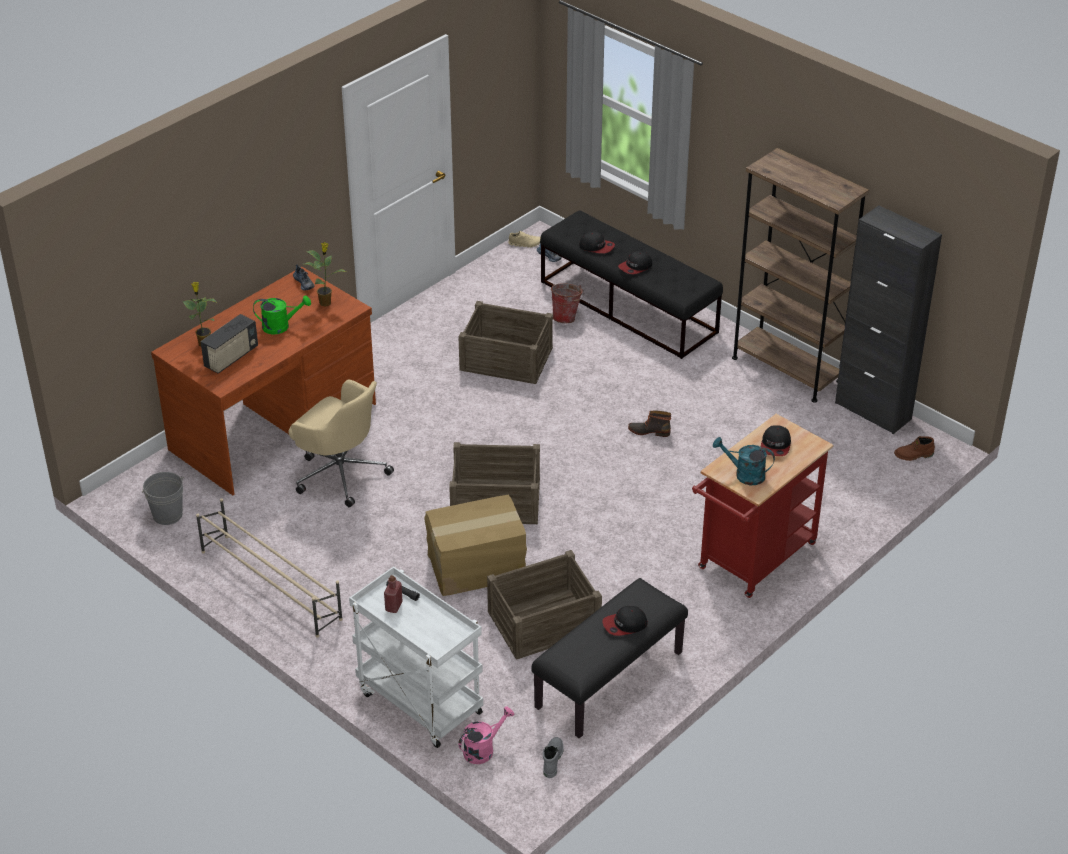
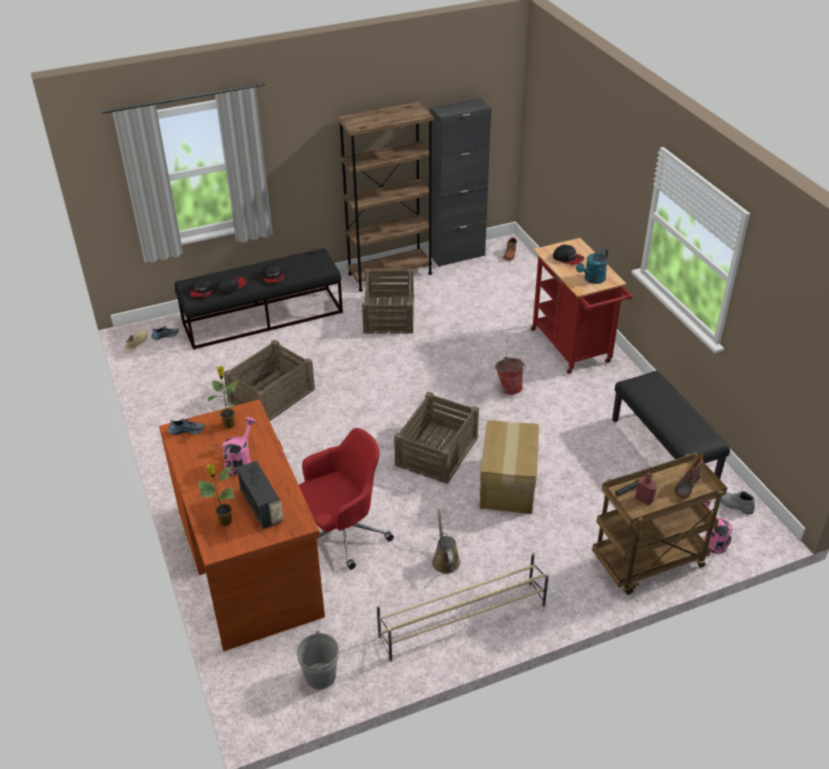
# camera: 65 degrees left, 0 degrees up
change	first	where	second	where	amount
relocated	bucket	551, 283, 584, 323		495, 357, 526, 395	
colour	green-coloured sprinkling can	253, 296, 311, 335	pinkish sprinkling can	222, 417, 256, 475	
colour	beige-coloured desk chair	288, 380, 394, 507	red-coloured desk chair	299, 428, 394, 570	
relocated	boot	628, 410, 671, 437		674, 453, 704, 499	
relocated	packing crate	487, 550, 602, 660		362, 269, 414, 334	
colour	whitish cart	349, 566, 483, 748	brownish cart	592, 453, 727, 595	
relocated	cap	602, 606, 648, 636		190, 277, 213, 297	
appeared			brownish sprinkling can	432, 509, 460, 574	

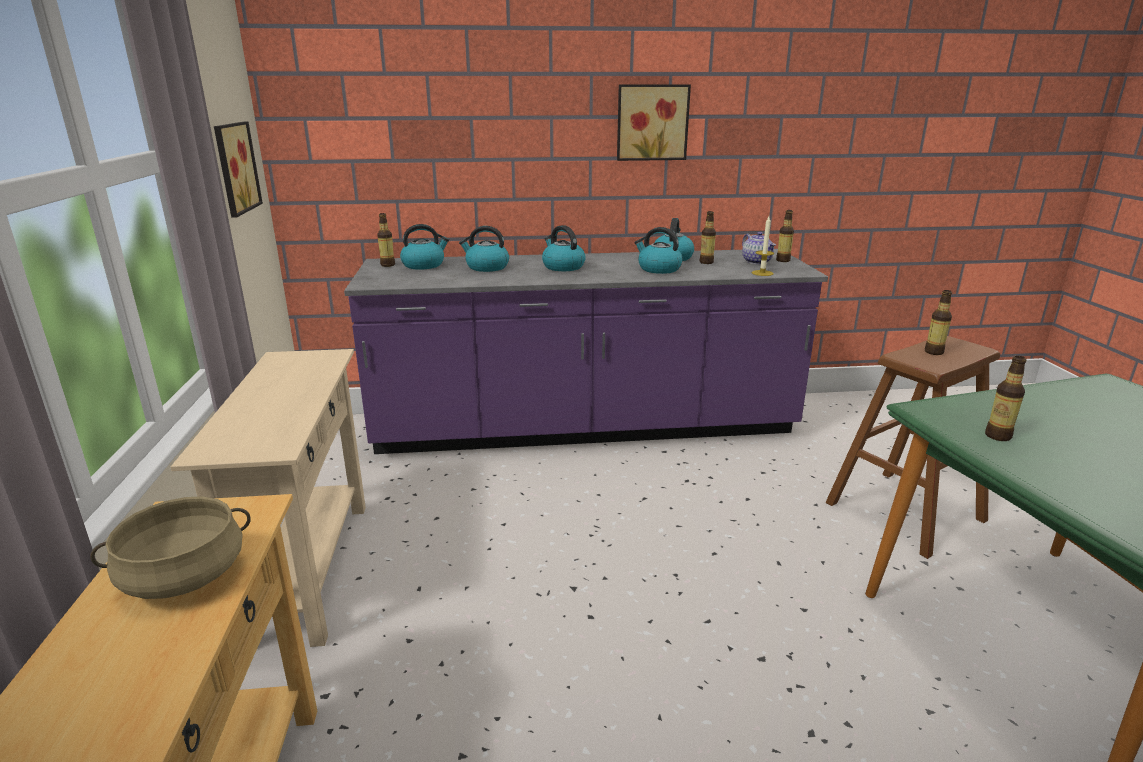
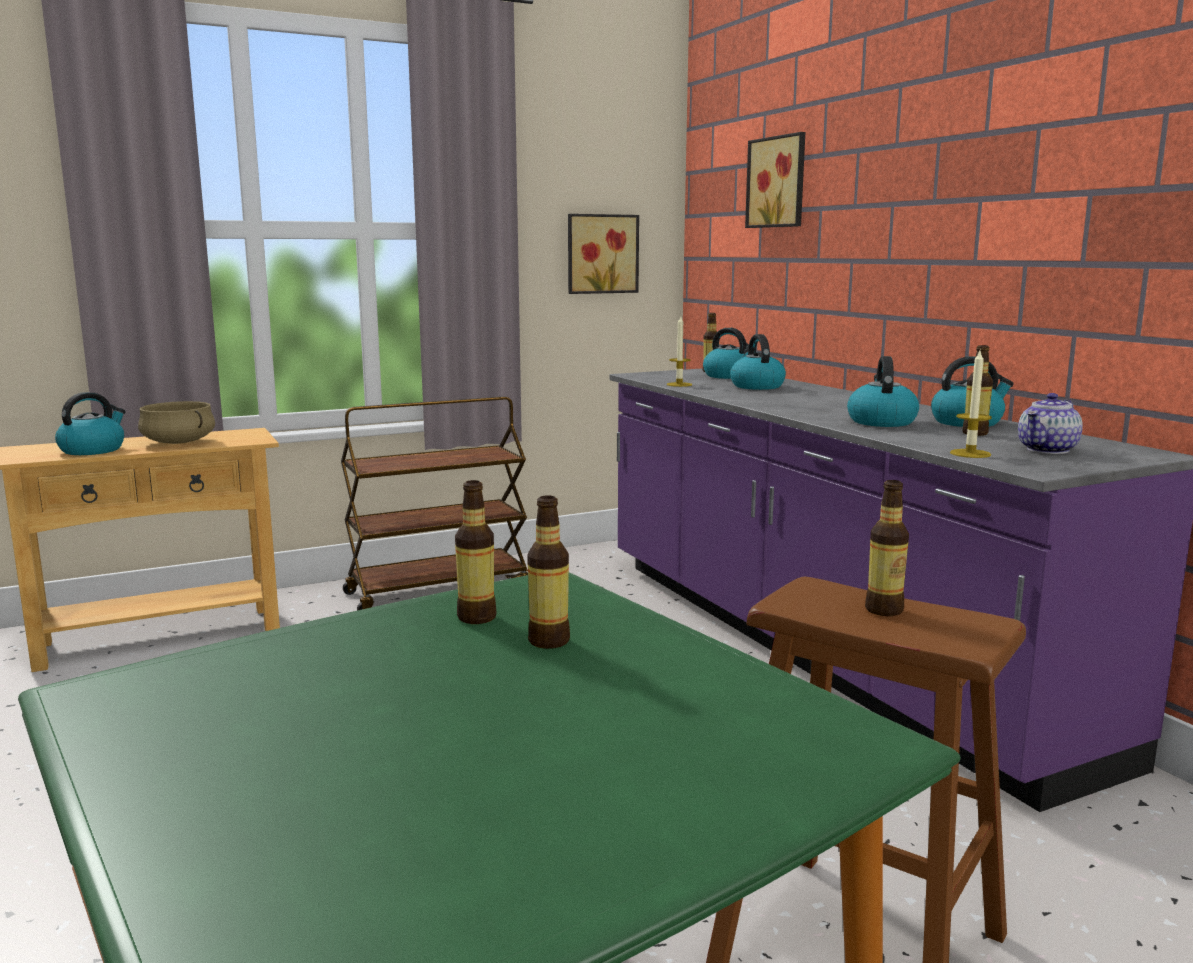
# camera: 70 degrees right, 10 degrees down
change	first	where	second	where	amount
relocated	wall picture	617, 84, 691, 161		745, 132, 805, 228	
relocated	beverage bottle	776, 210, 794, 262		527, 495, 570, 649	
relocated	tea kettle	542, 225, 586, 271		55, 392, 126, 455	
exchanged	beige-coloured hall table	171, 349, 366, 647	brownish cart	341, 396, 528, 610	
appeared			candle	667, 316, 692, 387	

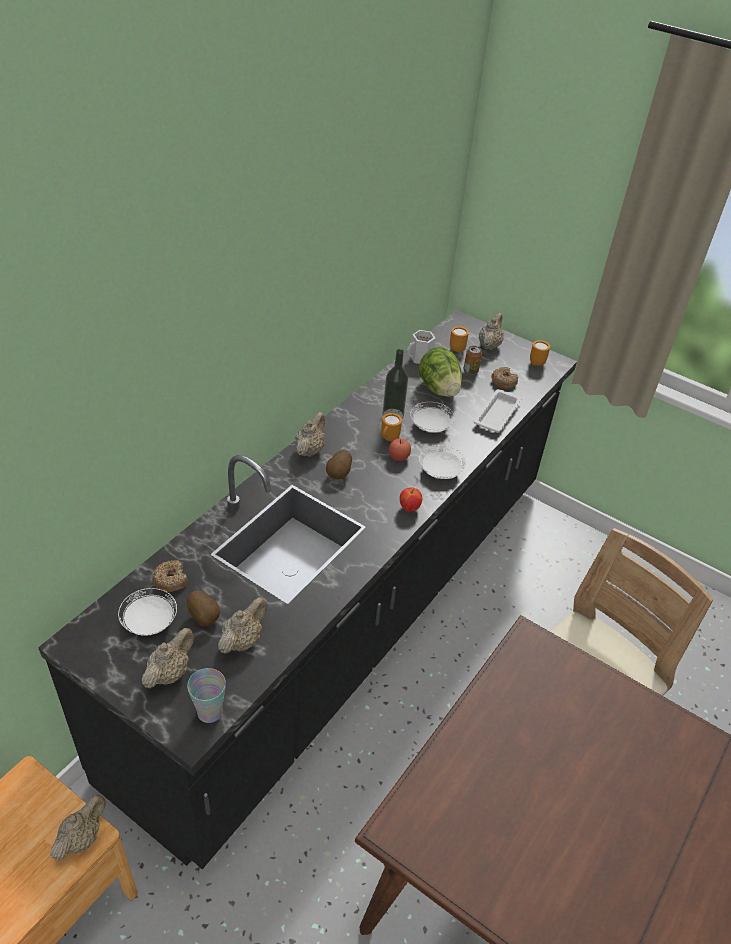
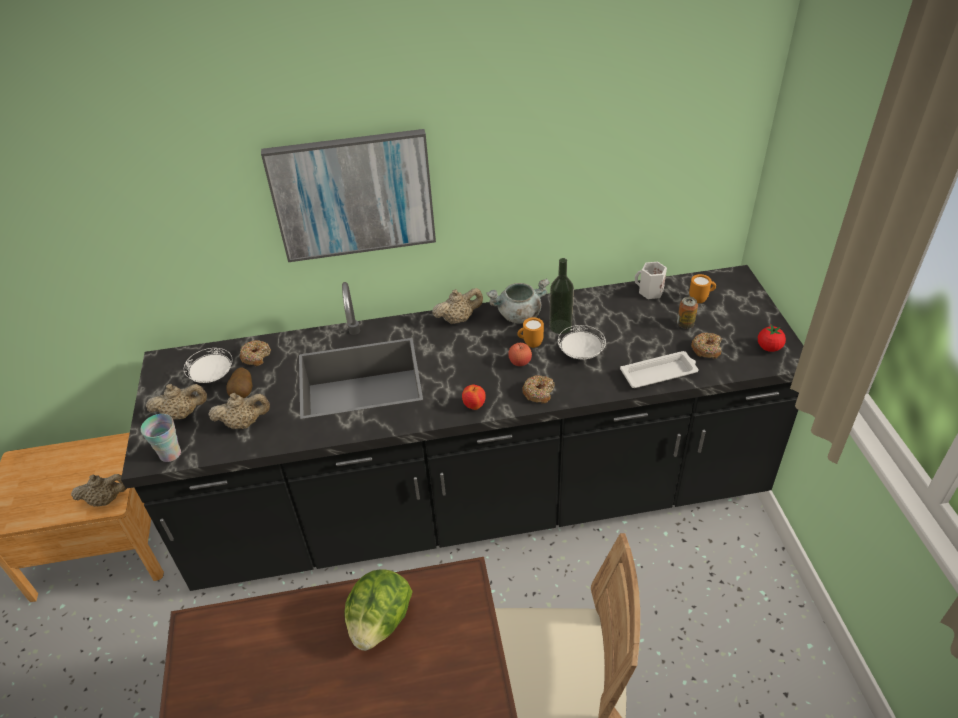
# camera: 50 degrees right, 0 degrees up
change	first	where	second	where	amount
missing	beige-coloured teapot	479, 313, 504, 350			
exchanged	orangey mug	530, 340, 550, 366	fresh tomato	758, 325, 786, 352	
relocated	lettuce	418, 347, 462, 397		344, 569, 413, 651	
exchanged	whitish dinner plate	419, 445, 466, 479	doughnut	522, 375, 555, 404	
missing	whole potato	326, 450, 352, 479			
appeared			wall picture	261, 129, 436, 262	
appeared			grey stockpot	486, 278, 550, 324	

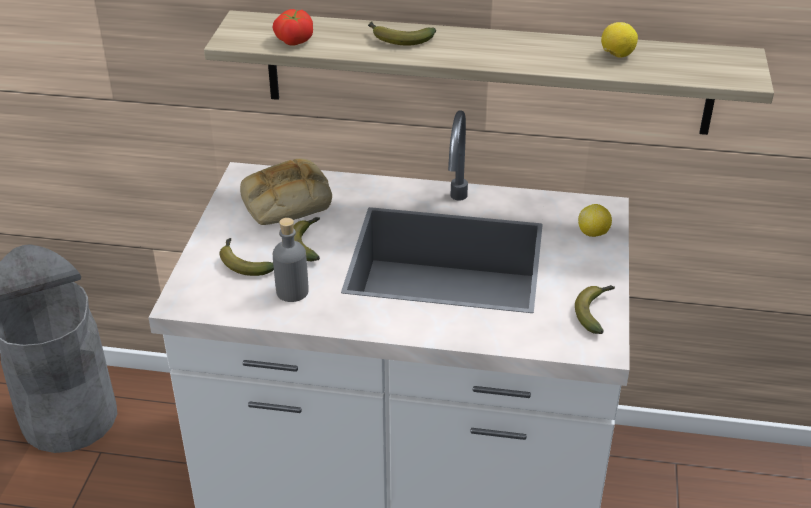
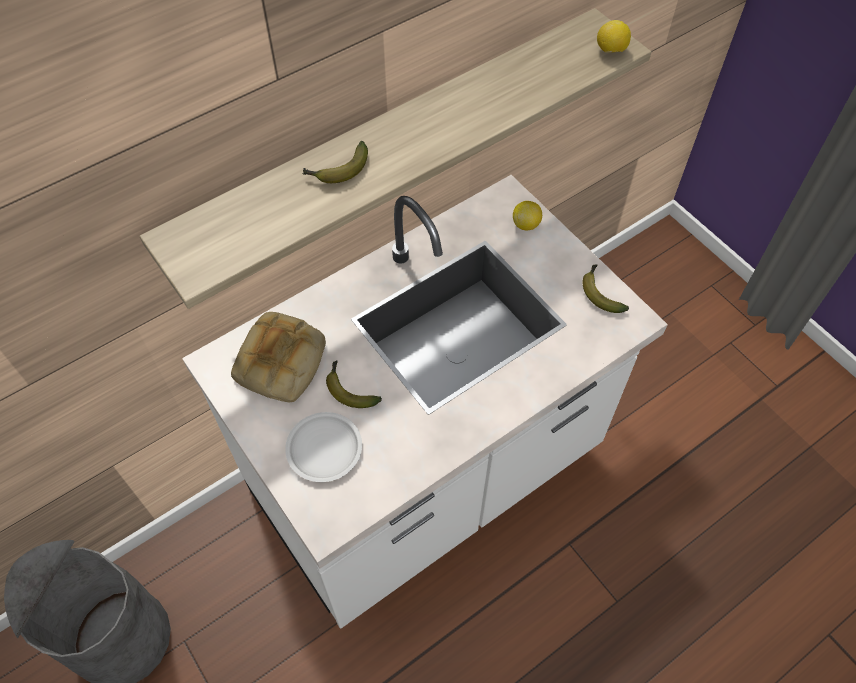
# camera: 45 degrees left, 20 degrees up
change	first	where	second	where	amount
missing	fresh tomato	273, 9, 313, 46			
relocated	lemon	601, 22, 638, 58		597, 20, 631, 53	
missing	grey beverage bottle	273, 218, 309, 302			
exchanged	whole banana	219, 238, 274, 276	whitish dinner plate	285, 412, 362, 482	

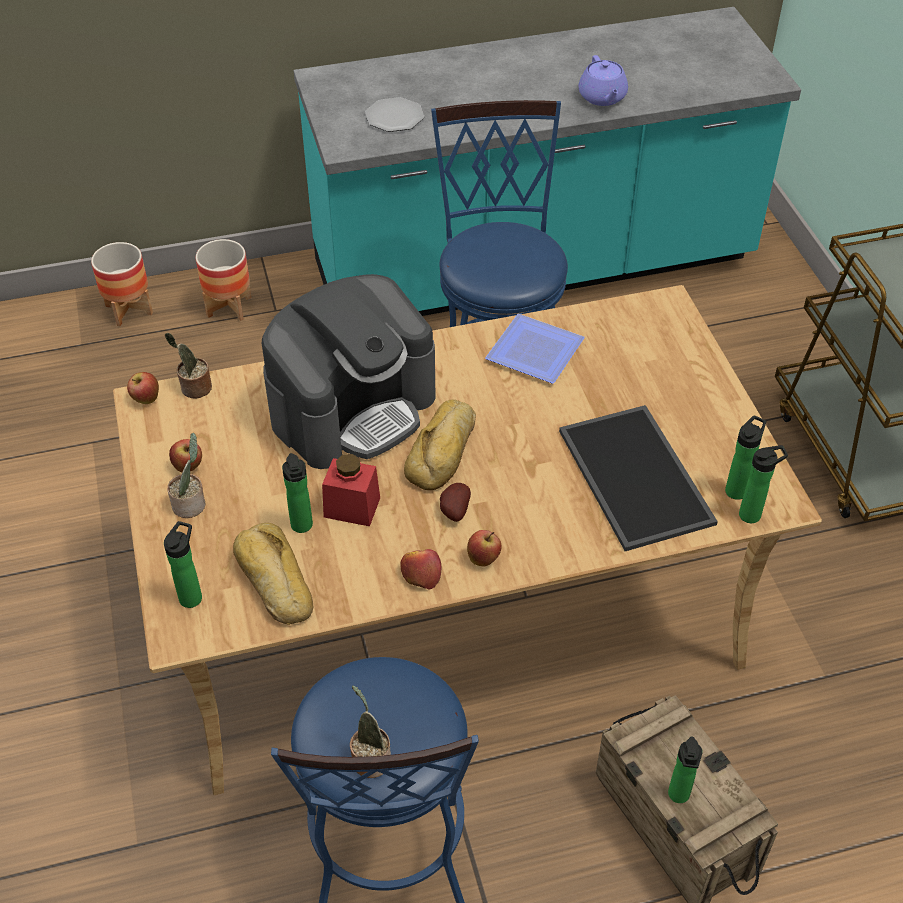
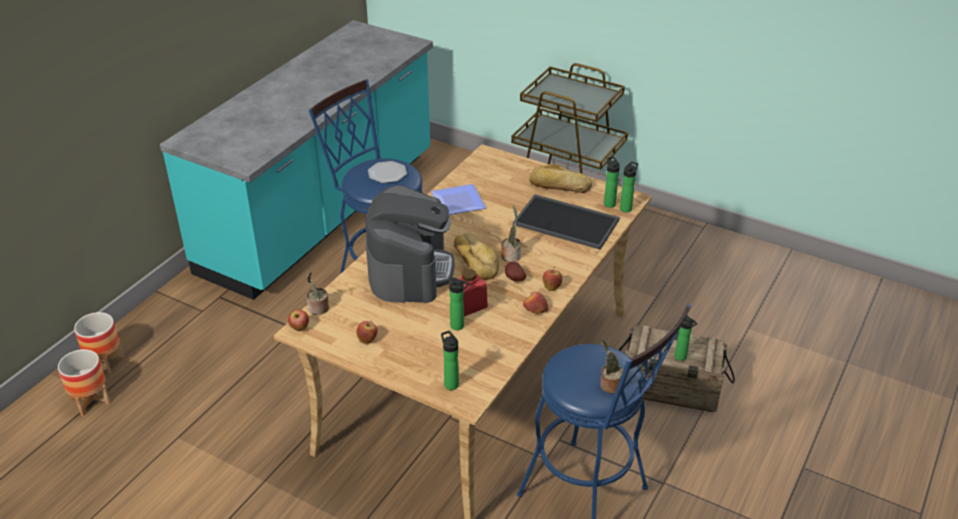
# camera: 45 degrees left, 10 degrees down
change	first	where	second	where	amount
missing	purple-coloured teapot	579, 55, 628, 106			
relocated	dinner plate	365, 97, 424, 132		368, 161, 407, 183	
relocated	plant pot	196, 239, 252, 321		58, 349, 111, 416	
relocated	houseplant	167, 433, 205, 518		501, 205, 521, 262	
relocated	bakery bread	233, 523, 313, 625		529, 164, 592, 193	

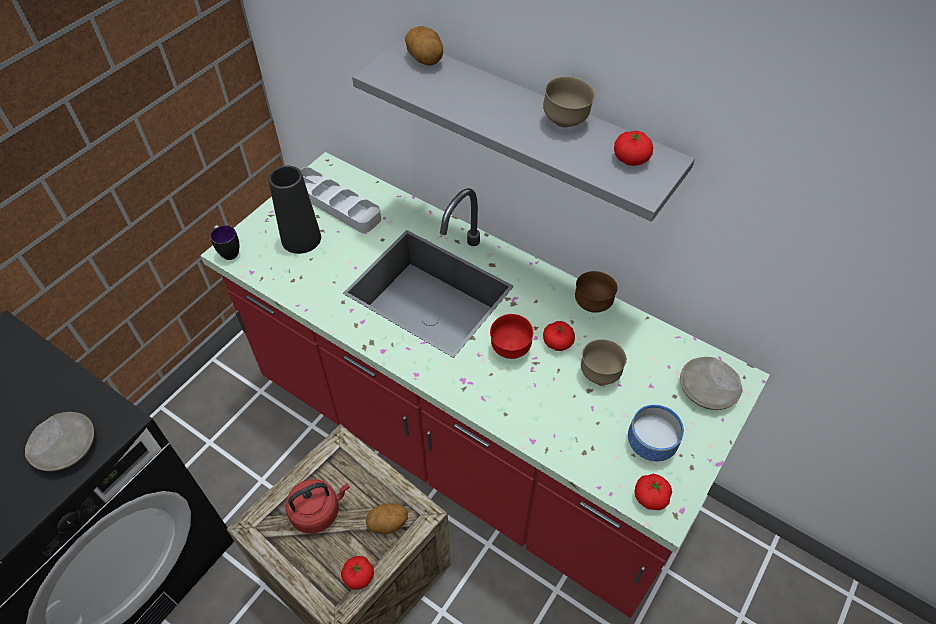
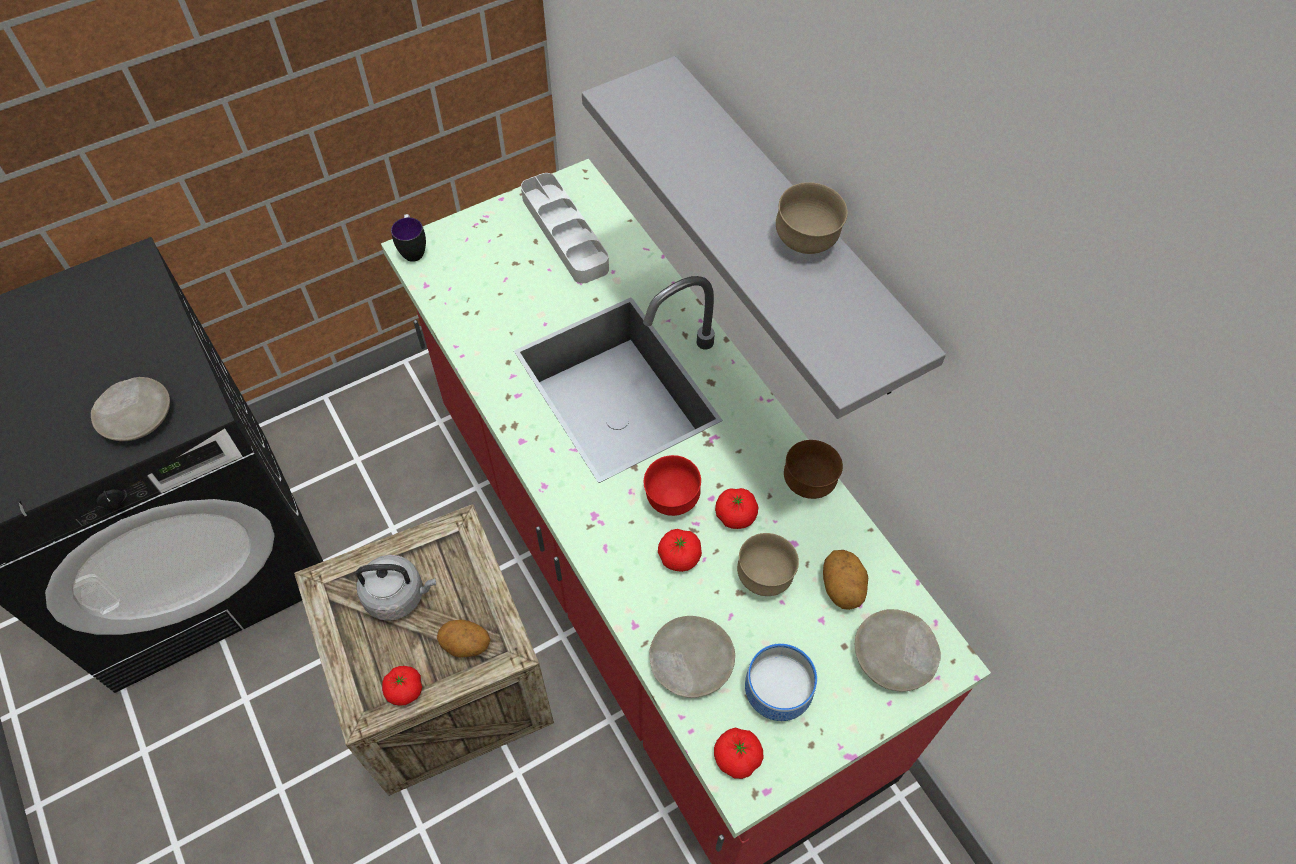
# camera: 25 degrees right, 5 degrees up
change	first	where	second	where	amount
relocated	whole potato	405, 26, 443, 66		823, 550, 868, 610	
relocated	fresh tomato	614, 131, 653, 166		658, 529, 702, 572	
missing	black decorative vase	268, 166, 321, 254			
colour	red-coloured tea kettle	286, 479, 350, 533	grey tea kettle	356, 555, 436, 621	
appeared			beige-coloured dinner plate	649, 616, 735, 698	

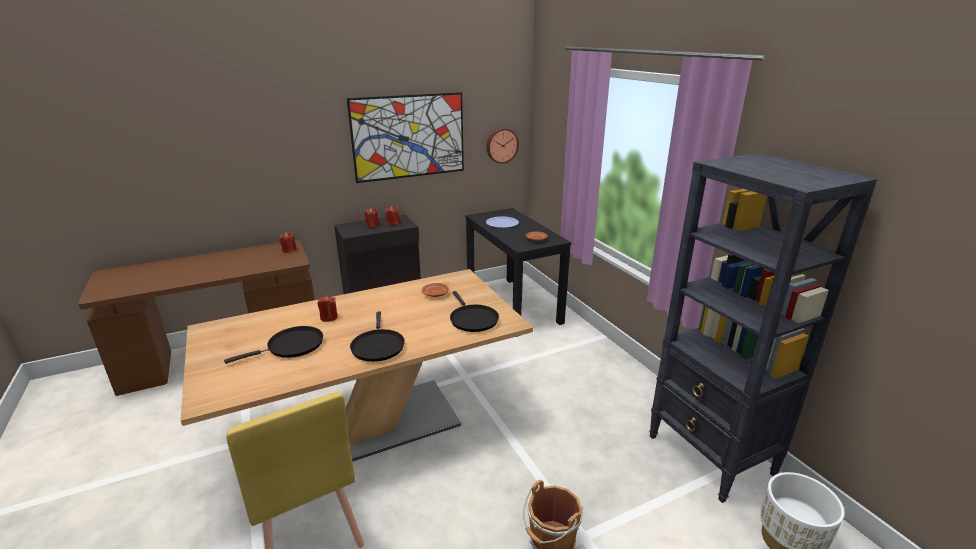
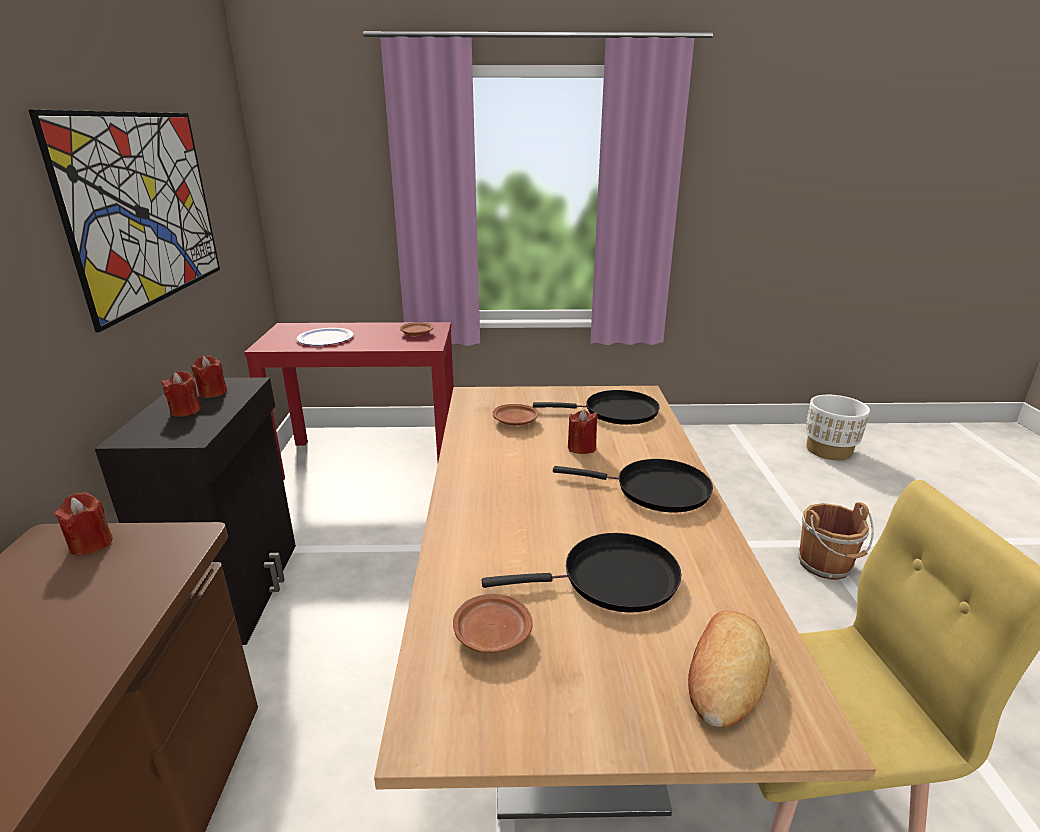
# camera: 65 degrees left, 0 degrees up
change	first	where	second	where	amount
missing	hanging clock	486, 128, 519, 164			
missing	black shelving unit	649, 153, 877, 503			
colour	black hall table	465, 208, 571, 337	red-coloured hall table	244, 322, 454, 481	
relocated	red-coloured candle	318, 295, 338, 322		568, 409, 598, 454	
spun	black frying pan	224, 326, 323, 364		482, 533, 681, 613	90 degrees clockwise
appeared			brownish dinner plate	453, 594, 533, 653	
appeared			bakery bread	688, 611, 771, 727	

